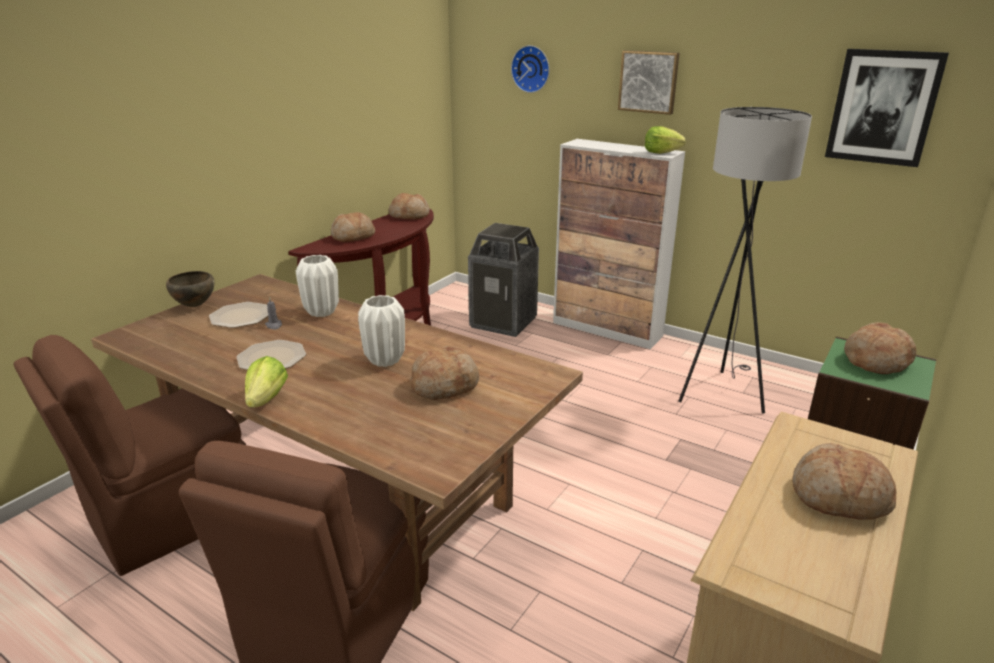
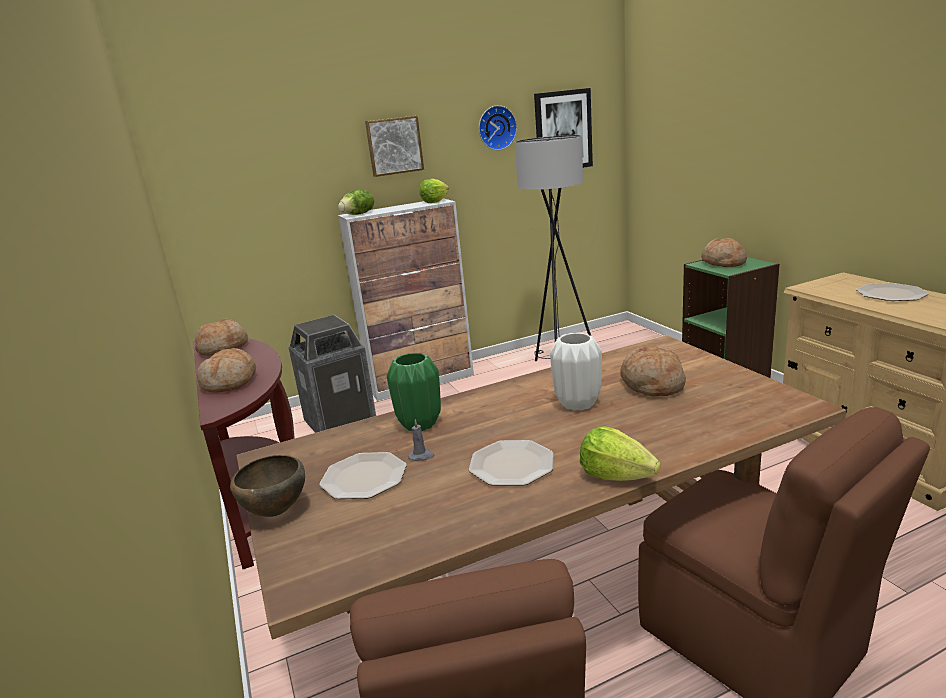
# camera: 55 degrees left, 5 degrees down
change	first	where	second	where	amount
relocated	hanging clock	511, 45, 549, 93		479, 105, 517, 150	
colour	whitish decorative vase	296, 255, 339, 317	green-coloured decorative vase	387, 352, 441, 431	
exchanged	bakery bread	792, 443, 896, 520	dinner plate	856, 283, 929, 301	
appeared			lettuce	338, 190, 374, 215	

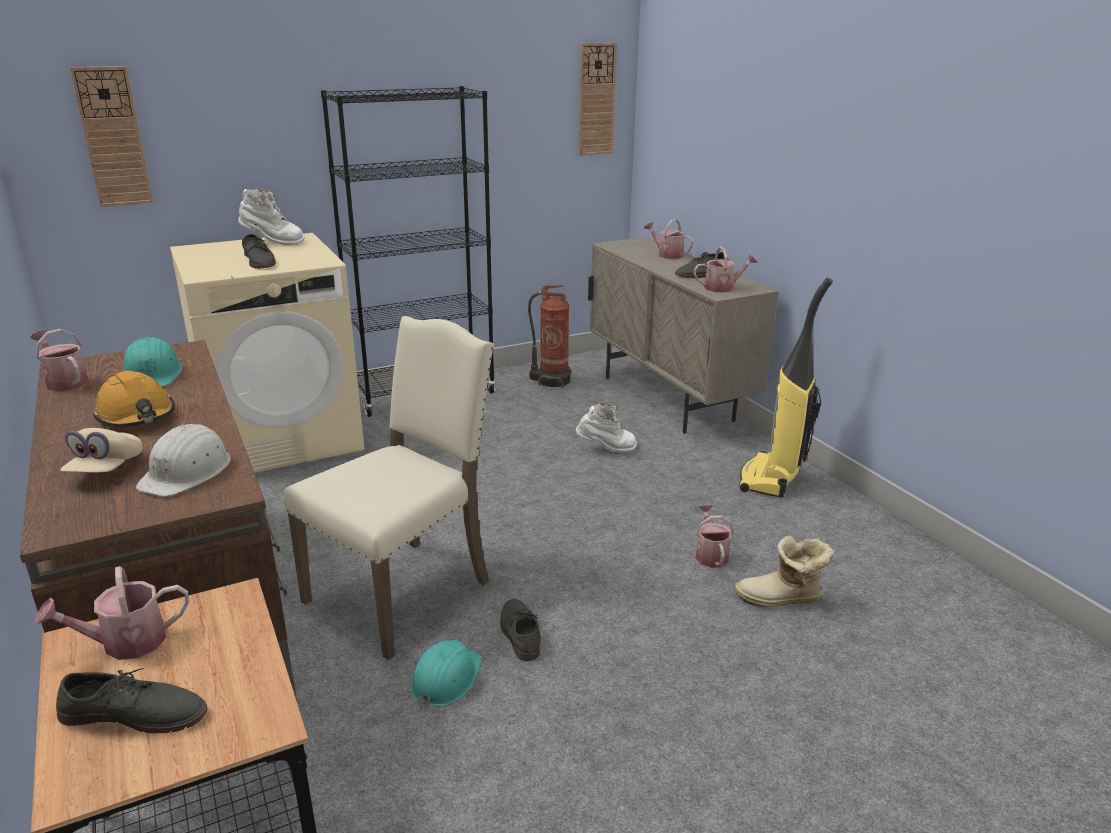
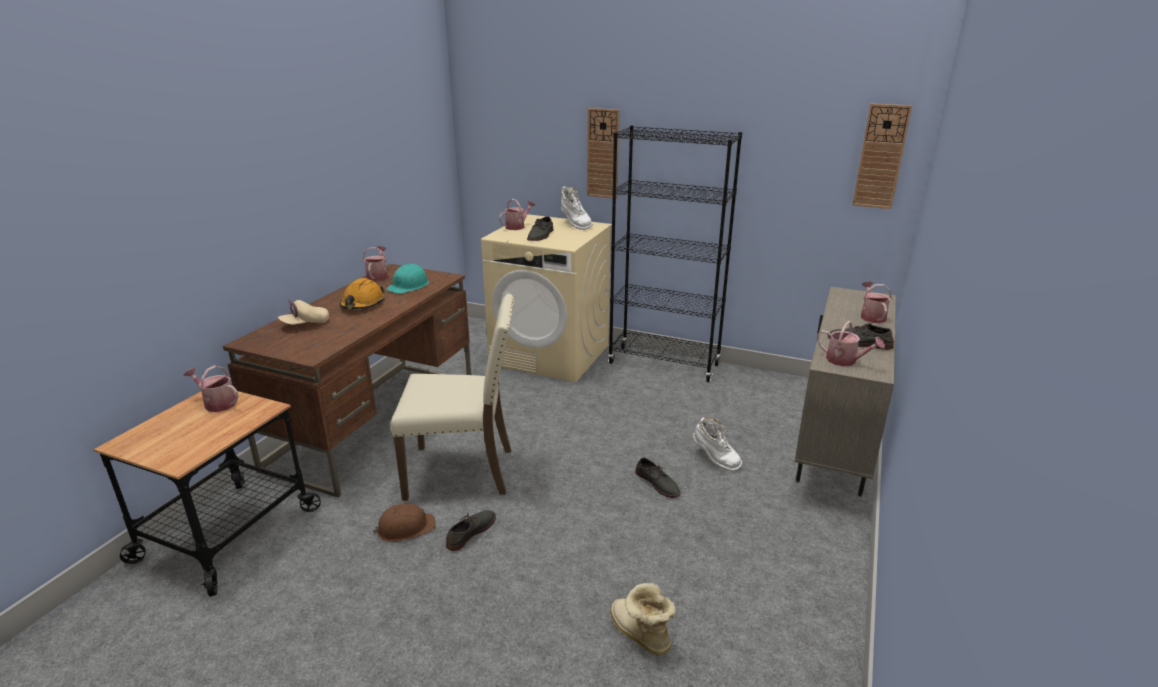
# camera: 50 degrees right, 0 degrees up
change	first	where	second	where	amount
relocated	hanging clock	70, 66, 153, 207		587, 108, 620, 199	
missing	hoover	739, 278, 833, 498			
missing	fire extinguisher	528, 285, 571, 388			
missing	whitish safety helmet	136, 424, 231, 496			
relocated	sprinkling can	696, 505, 734, 568		499, 199, 535, 230	
colour	turquoise-coloured safety helmet	410, 639, 482, 709	brownish safety helmet	373, 504, 436, 542	
relocated	grey low shoe	56, 668, 208, 734		635, 457, 680, 498	

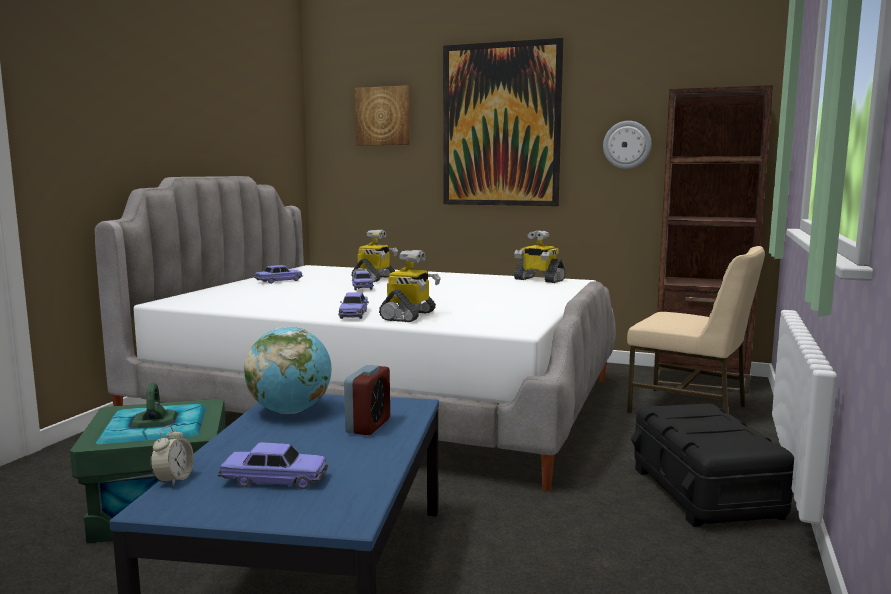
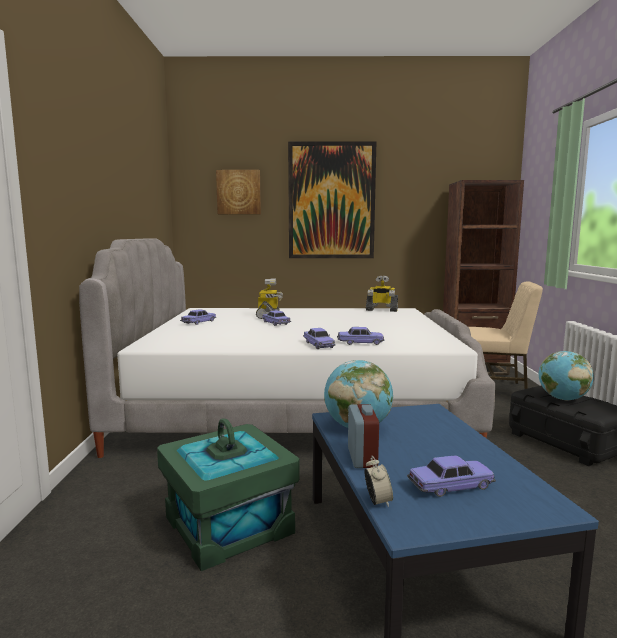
# camera: 20 degrees left, 0 degrees up
change	first	where	second	where	amount
missing	hanging clock	603, 121, 651, 169			
exchanged	toy robot	379, 250, 441, 322	model car	337, 327, 384, 345	
relocated	bedside clock	344, 365, 390, 435		348, 404, 379, 468	
appeared			world globe	539, 351, 594, 400	

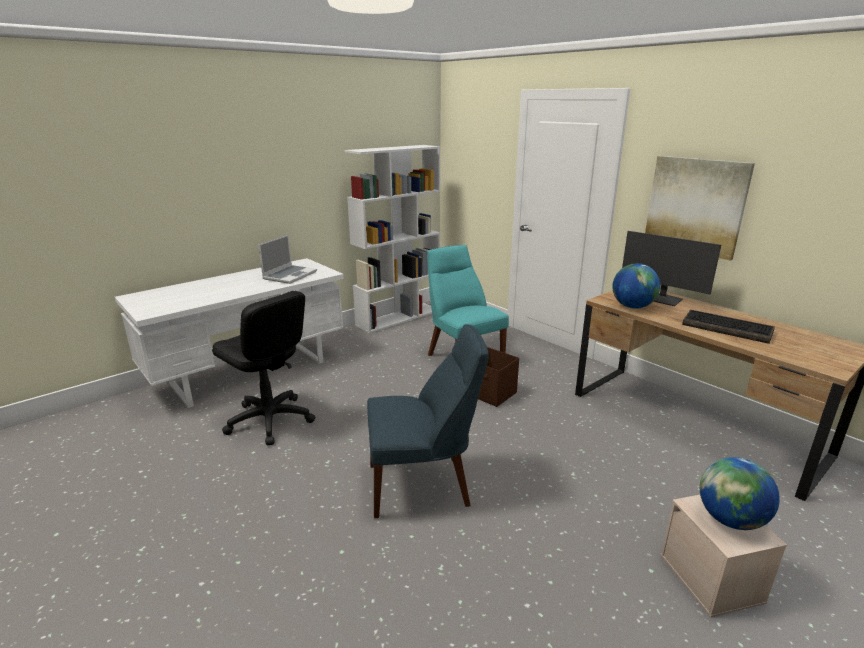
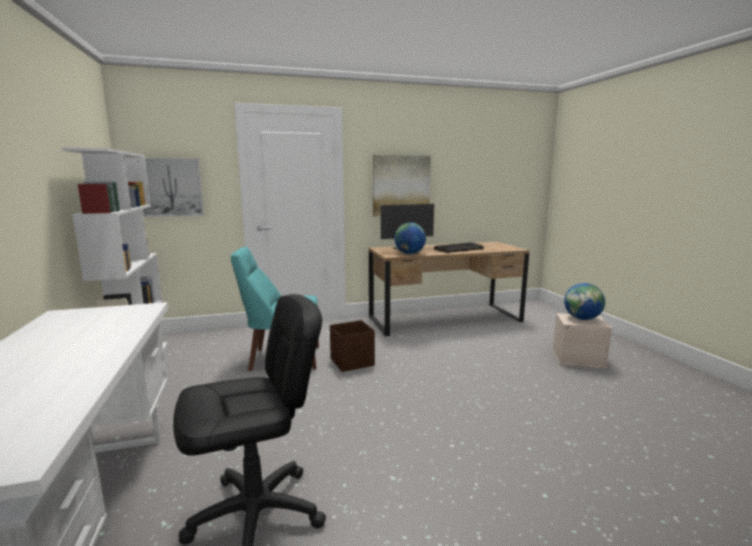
# camera: 65 degrees left, 10 degrees down
change	first	where	second	where	amount
missing	notebook computer	258, 235, 317, 284			
missing	blue chair	367, 324, 489, 518			
appeared			wall picture	142, 158, 204, 217	

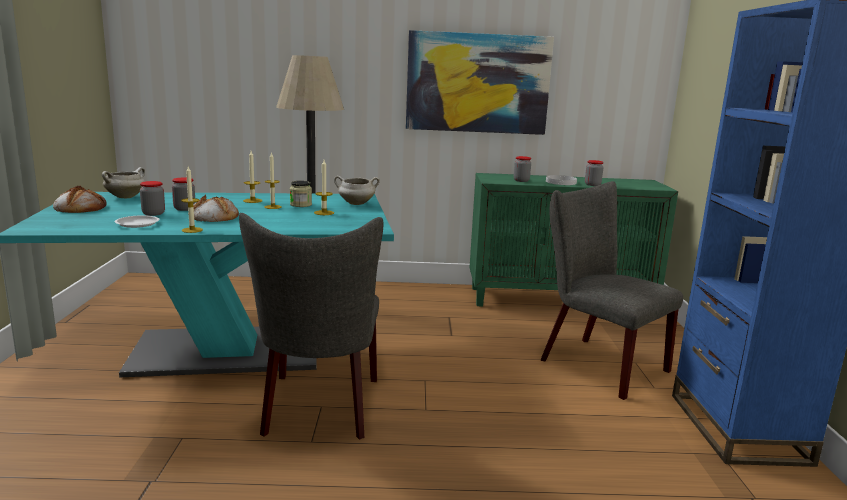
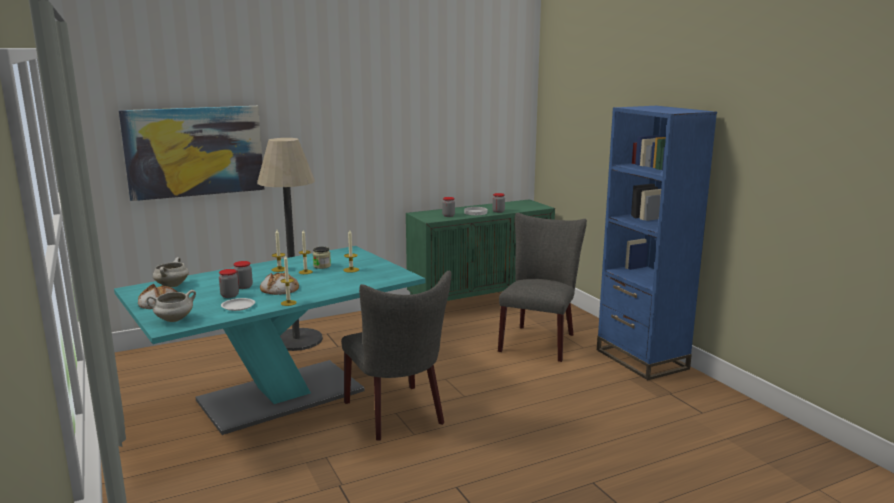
# camera: 25 degrees left, 0 degrees up
change	first	where	second	where	amount
relocated	wall picture	406, 30, 554, 135		119, 106, 265, 201	
relocated	whitish stockpot	334, 176, 380, 205		146, 290, 196, 322	
spun	grey chair	541, 181, 683, 400		498, 213, 587, 362	90 degrees clockwise

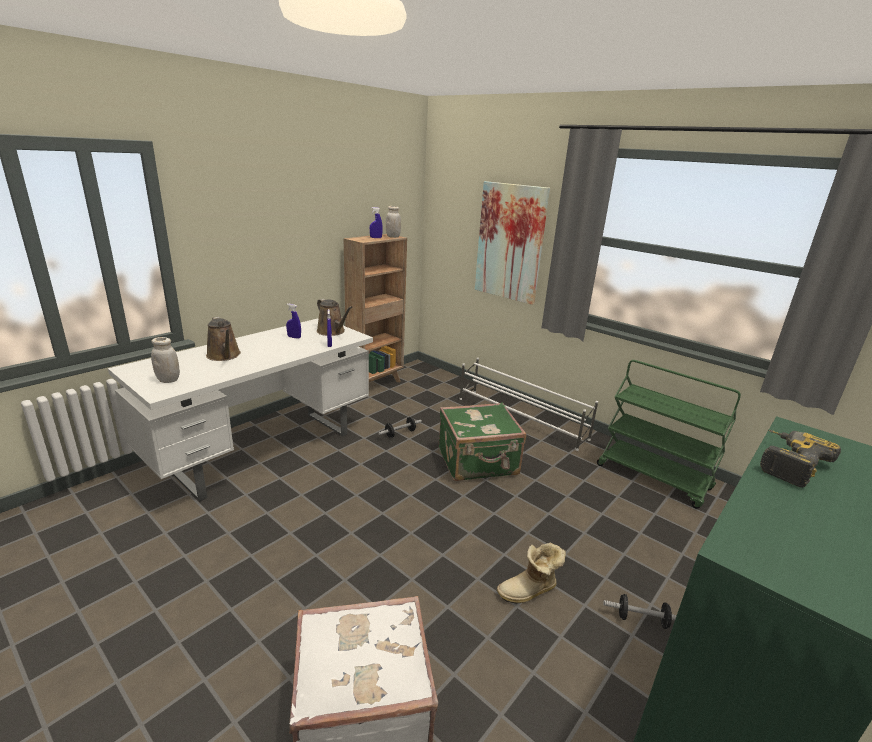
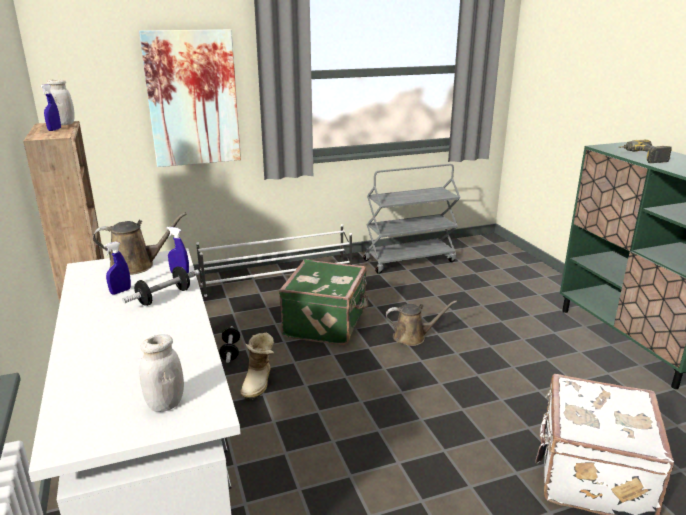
# camera: 60 degrees left, 0 degrees up
change	first	where	second	where	amount
relocated	brownish sprinkling can	206, 317, 241, 361		386, 301, 457, 346	
colour	green-coloured cart	597, 360, 741, 509	grey cart	363, 164, 461, 274	
relocated	boot	497, 542, 566, 603		241, 332, 274, 400	
relocated	dumbbell	603, 594, 677, 629		122, 266, 200, 306	

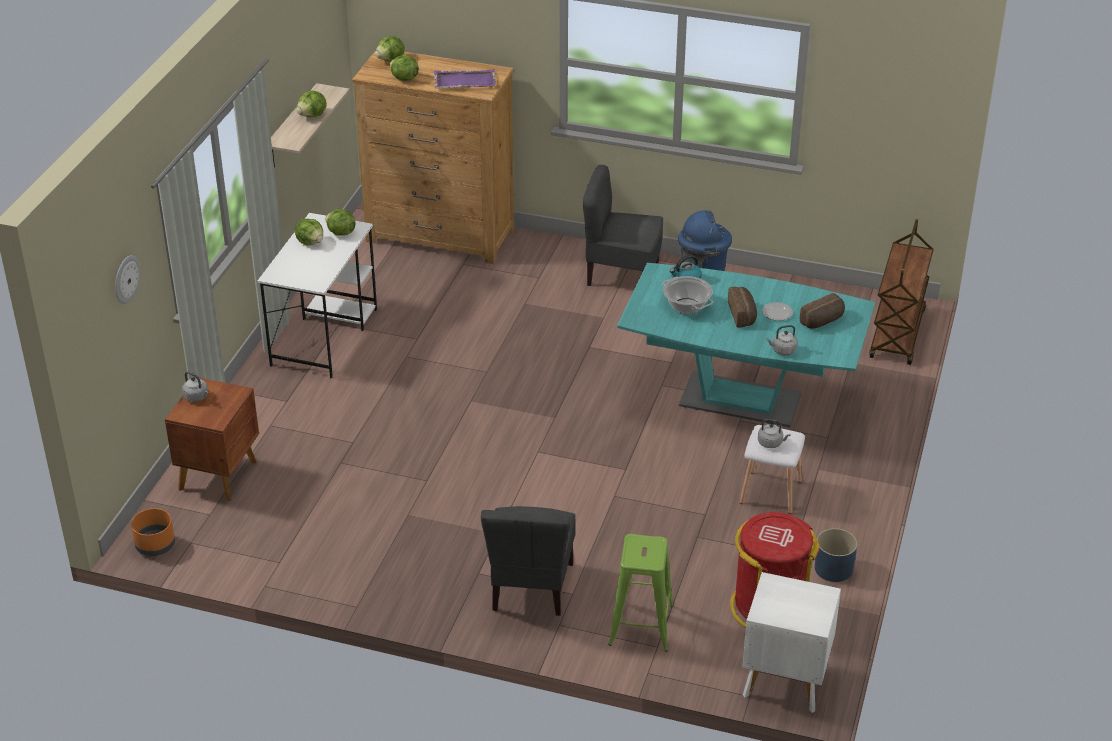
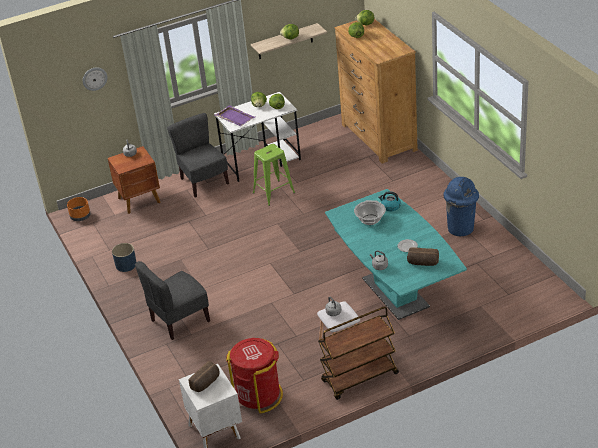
# camera: 50 degrees right, 0 degrees up
change	first	where	second	where	amount
relocated	purple-coloured carrying tray	434, 69, 496, 88		215, 105, 255, 126	
relocated	grey chair	583, 165, 663, 286		167, 113, 229, 198	
relocated	brownish cart	870, 219, 934, 365		318, 306, 399, 400	
relocated	bakery bread	728, 287, 757, 328		189, 361, 219, 392	
relocated	blue plant pot	814, 528, 858, 582		112, 243, 137, 272	
relocated	green-coloured stool	608, 534, 674, 652		253, 144, 295, 206	

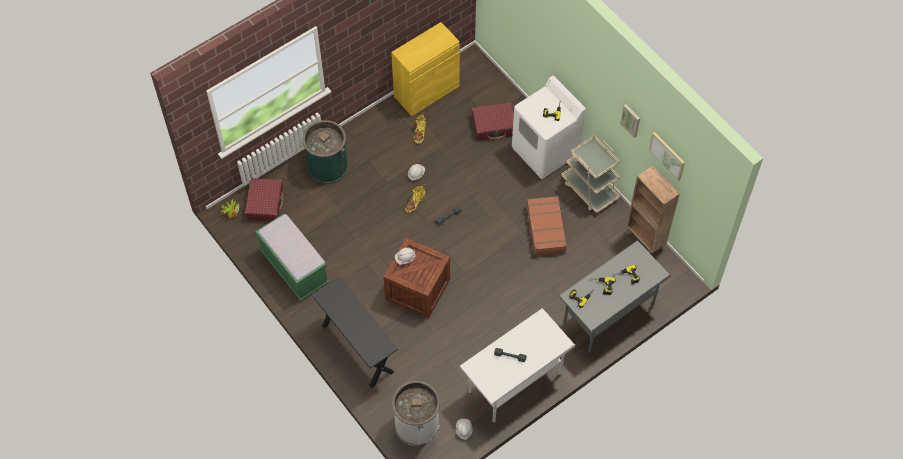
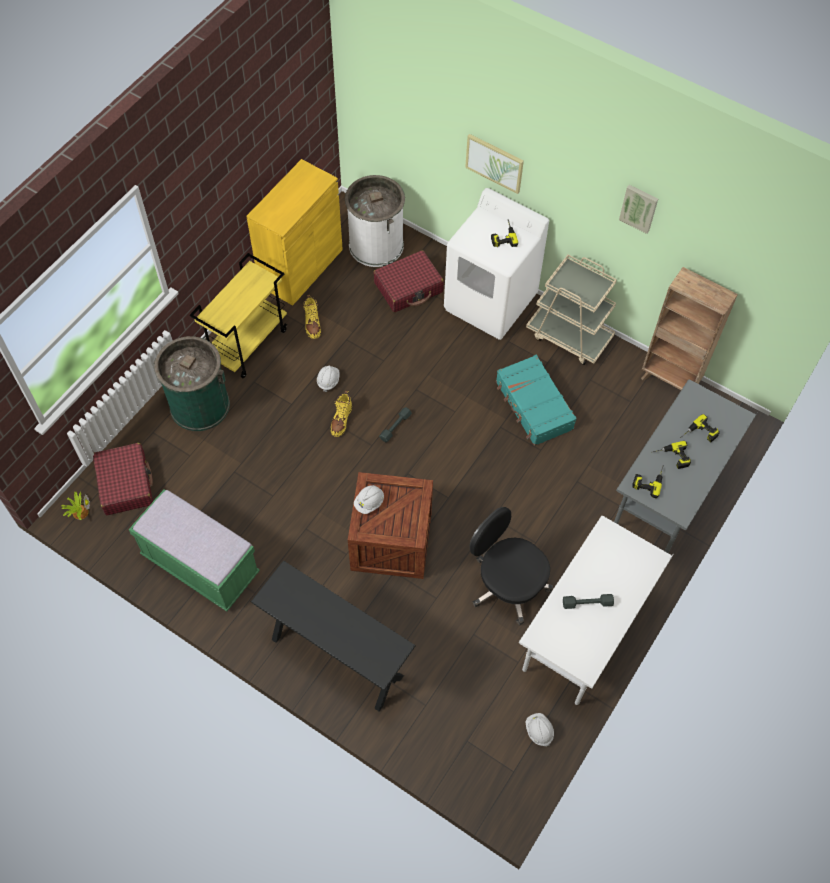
# camera: 20 degrees left, 0 degrees up
change	first	where	second	where	amount
relocated	wall picture	649, 132, 685, 181		465, 134, 524, 194	
colour	brownish travel case	525, 196, 567, 256	turquoise-coloured travel case	496, 355, 577, 446	
relocated	whitish trash can	392, 381, 440, 446		345, 175, 405, 267	
appeared			yellow cart	190, 253, 287, 378	
appeared			black desk chair	470, 507, 553, 625	

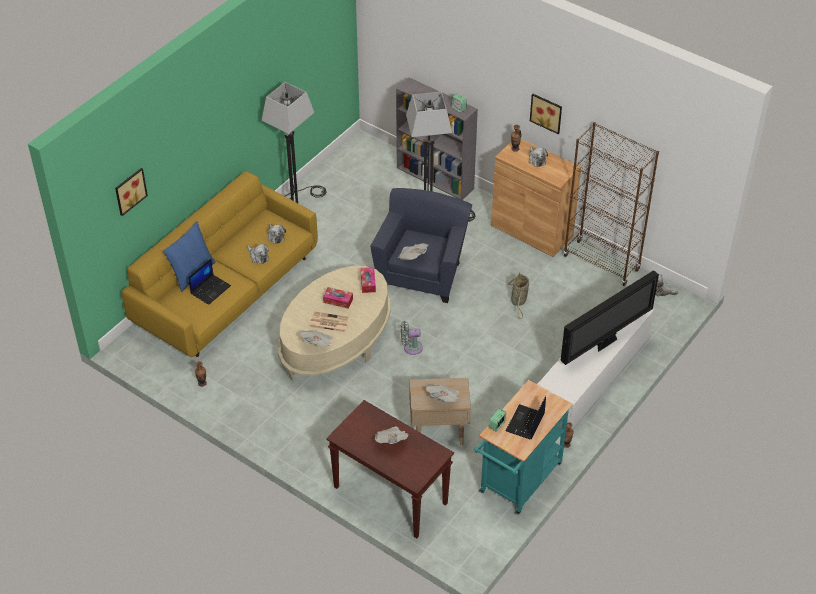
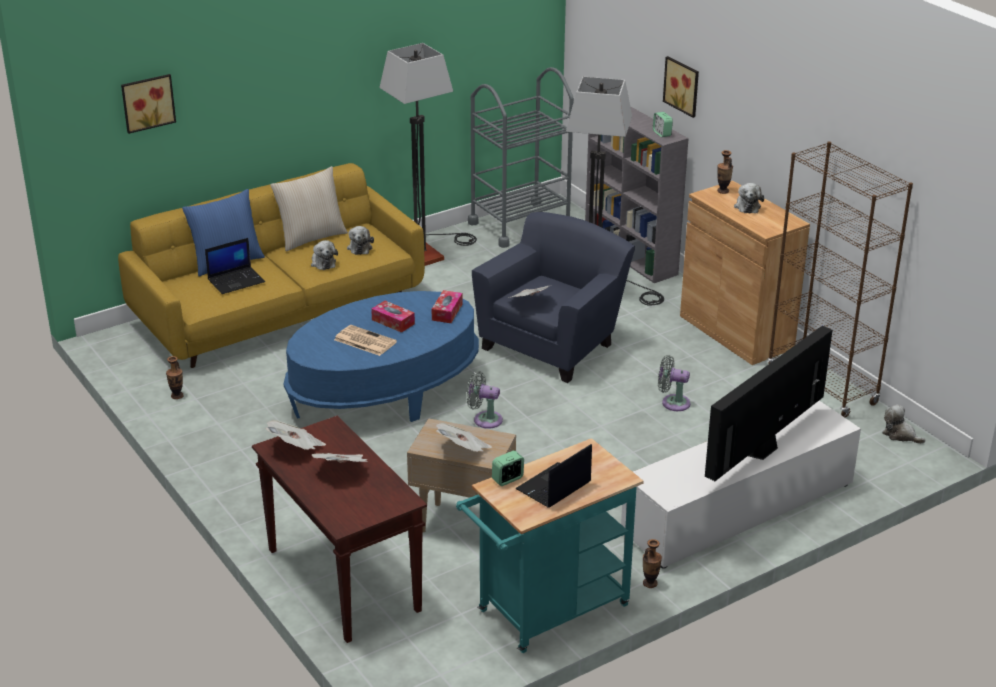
# camera: 20 degrees right, 15 degrees down
change	first	where	second	where	amount
relocated	wall picture	530, 94, 562, 134		663, 56, 699, 118	
colour	beige-coloured coffee table	278, 266, 391, 380	blue coffee table	284, 291, 479, 422	
spun	television	560, 270, 659, 365		705, 326, 833, 481	150 degrees clockwise
exchanged	basket	507, 272, 529, 319	grey cooling fan	658, 355, 691, 411	
relocated	printed paper	300, 330, 333, 346		265, 420, 326, 450	
appeared			grey cart	468, 67, 574, 248	
appeared			beige-coloured cushion	270, 166, 348, 251	

